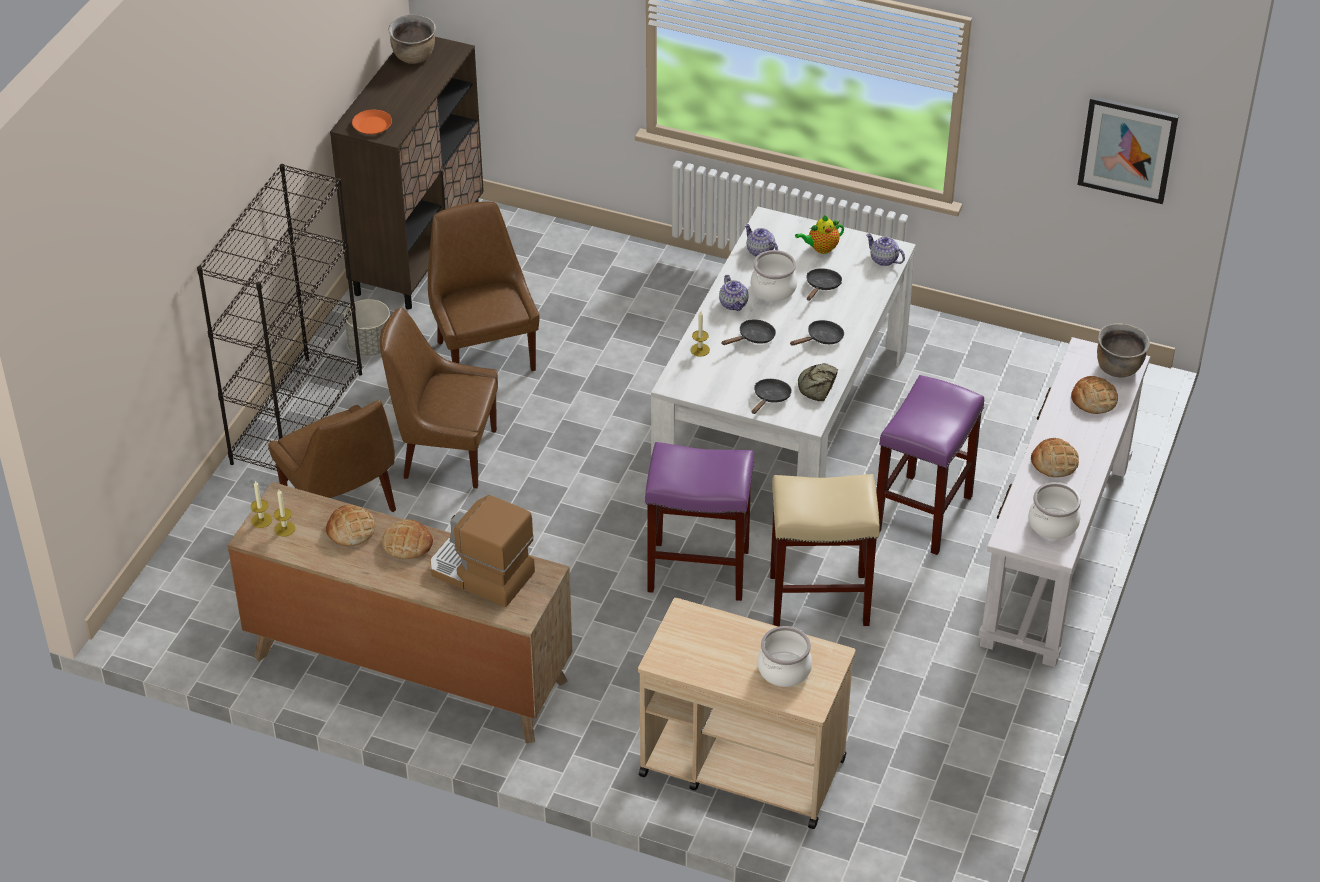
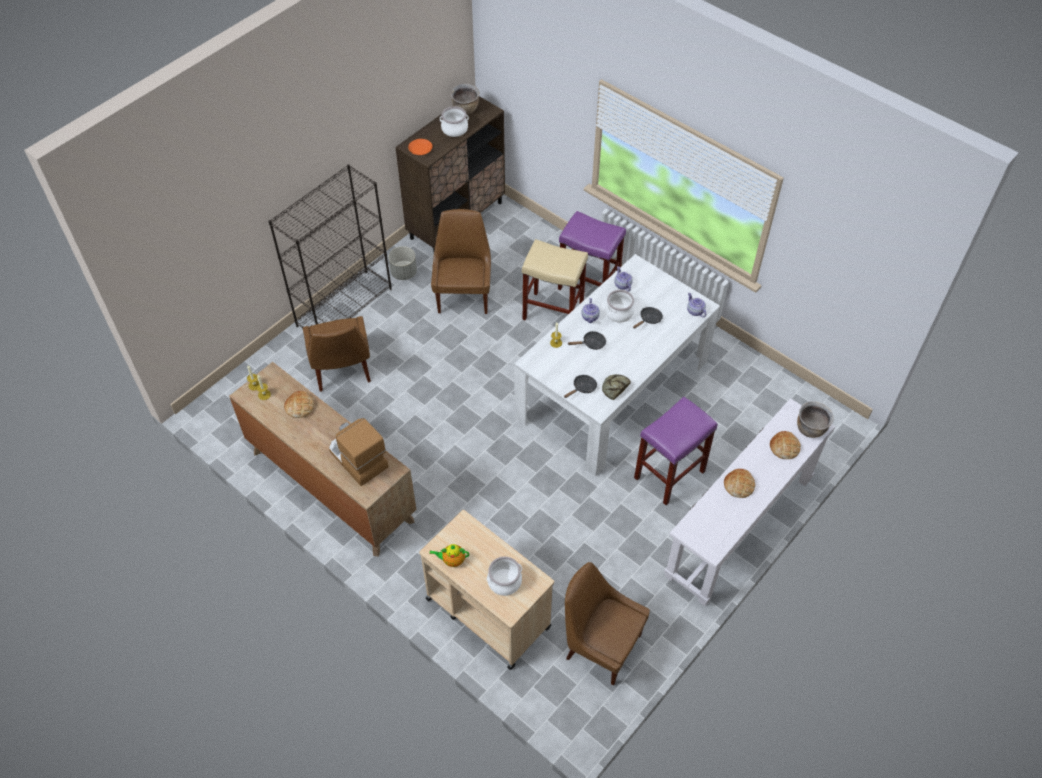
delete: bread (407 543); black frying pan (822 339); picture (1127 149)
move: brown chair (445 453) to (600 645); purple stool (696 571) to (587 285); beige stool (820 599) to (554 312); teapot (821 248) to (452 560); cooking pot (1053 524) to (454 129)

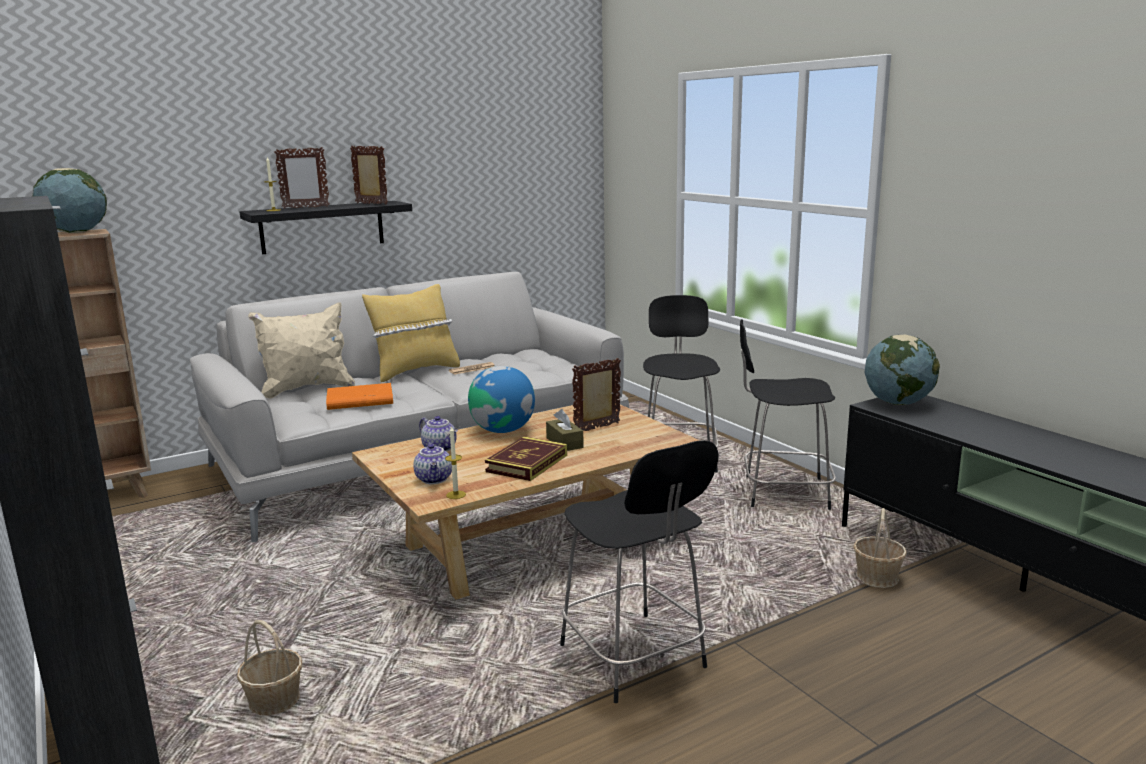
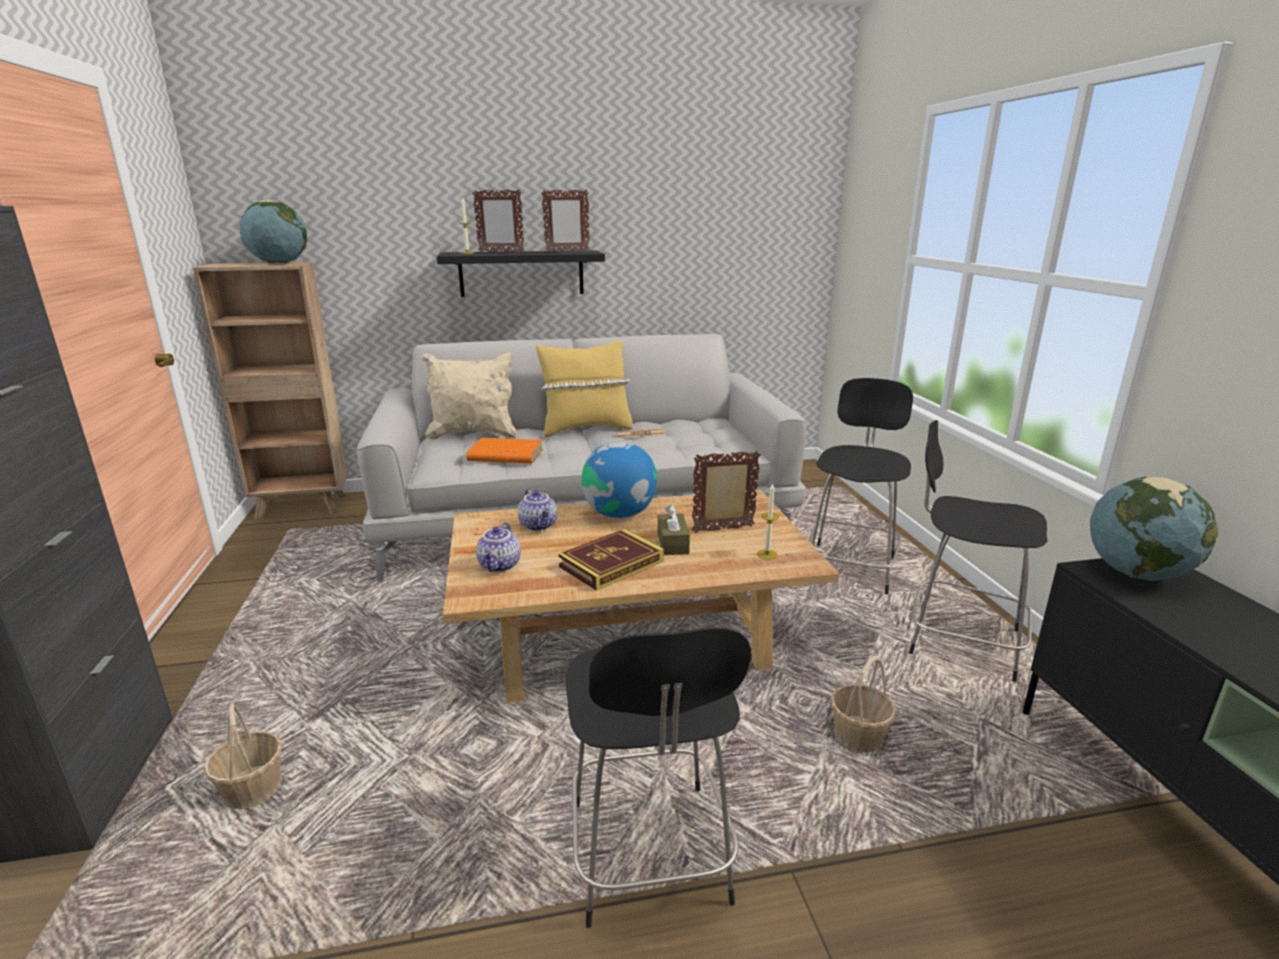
move: candle (456 495) to (767 554); basket (876 577) to (857 736)
rotate: picture frame (371 204) = (567 252) 105 degrees clockwise

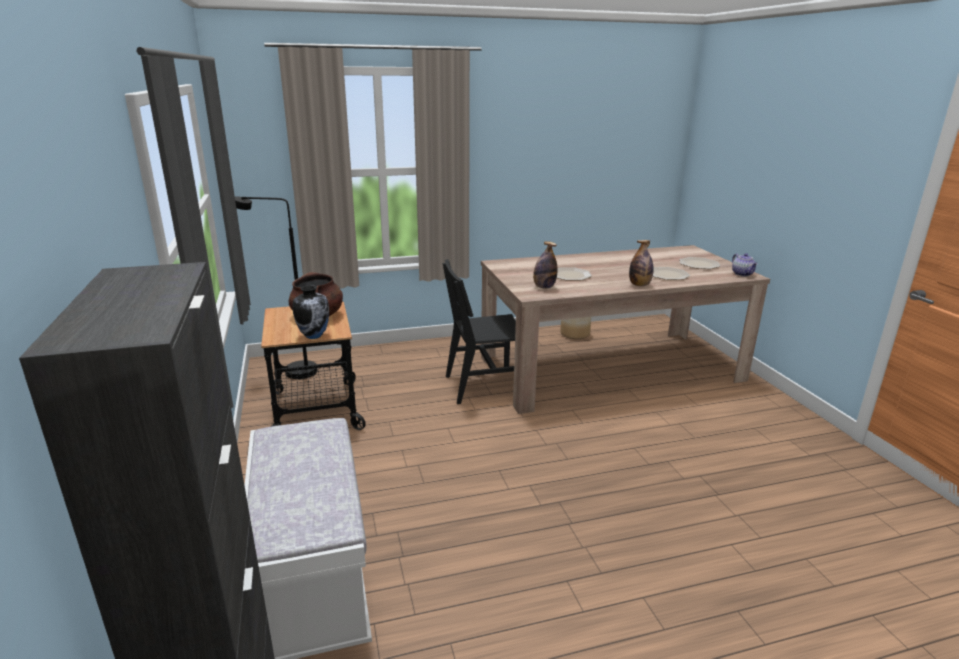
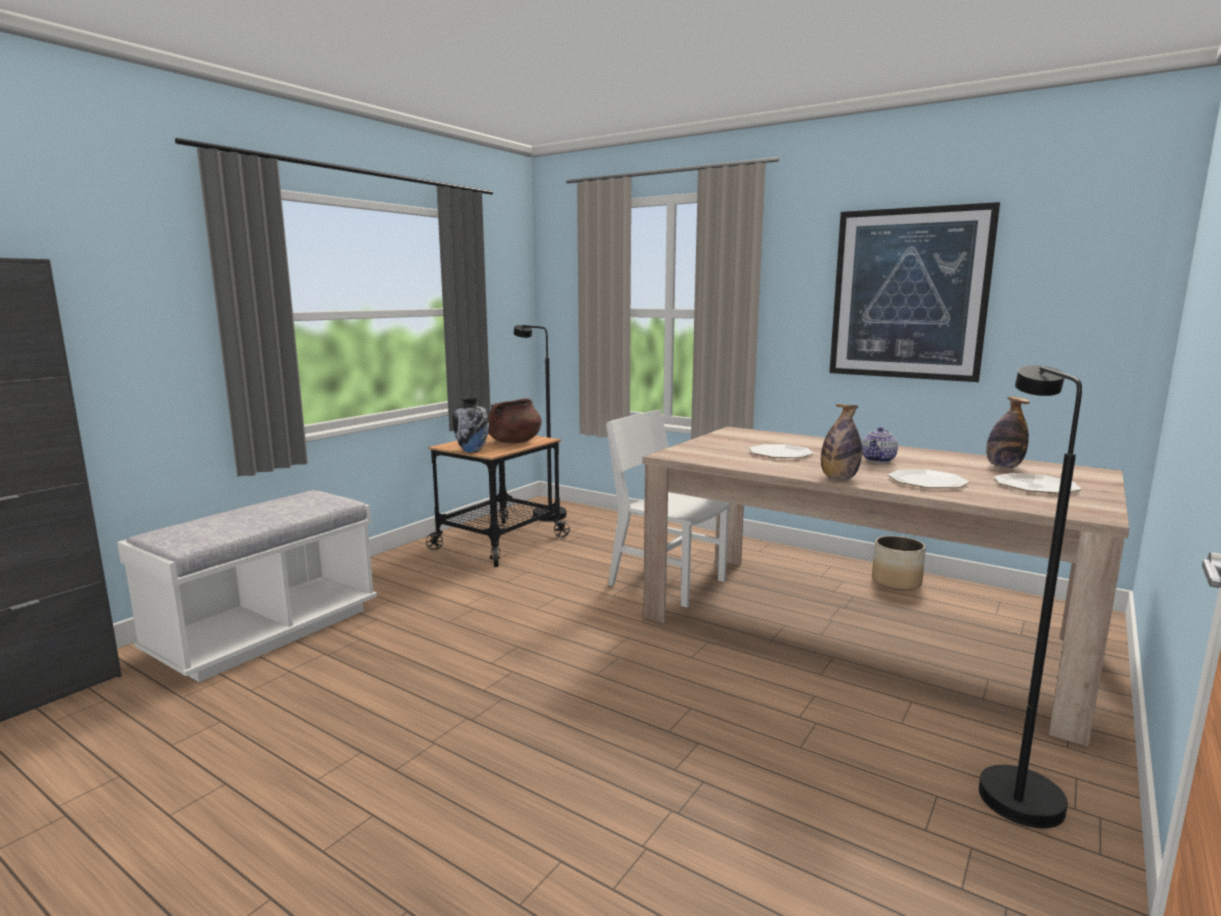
insert: picture (908 294); black floor lamp (1010 785)
move: bottle (544 287) to (1003 466); teapot (743 274) to (879 460)
recolor: black chair (483 386) to white chair (667 582)

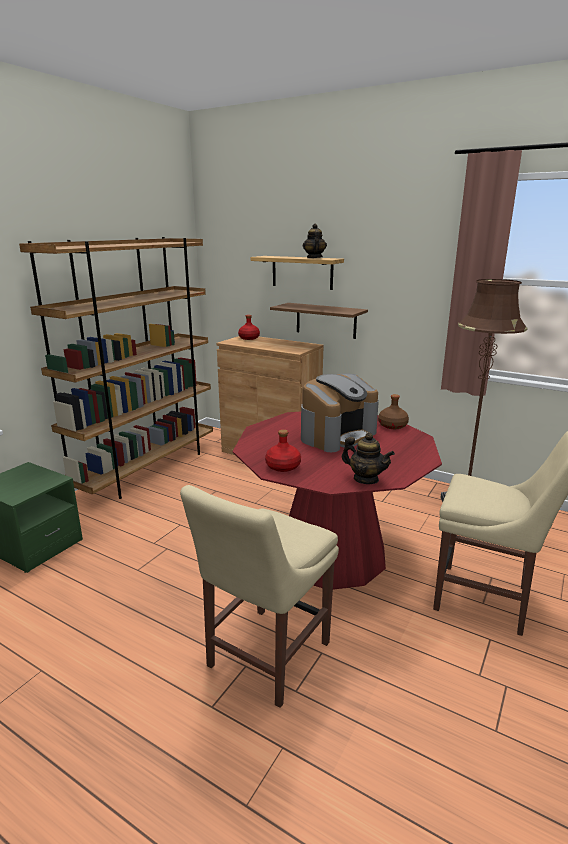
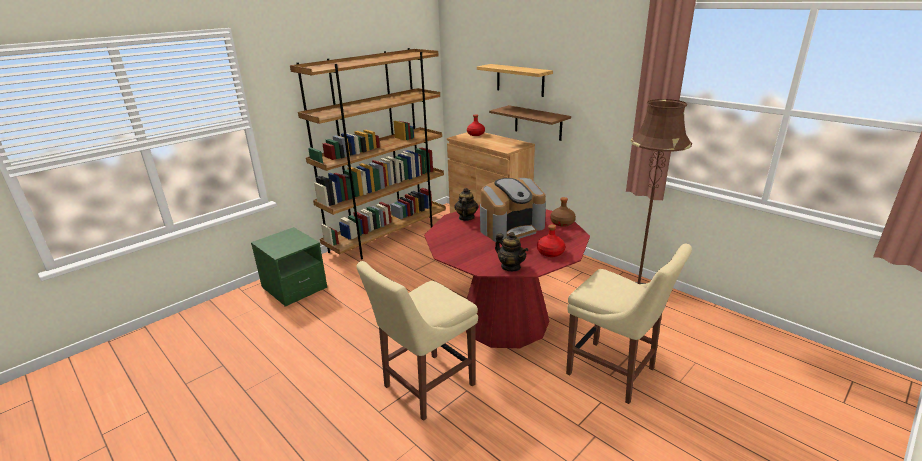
move: red bottle (283 466) to (550 252); teapot (314 258) to (466 218)

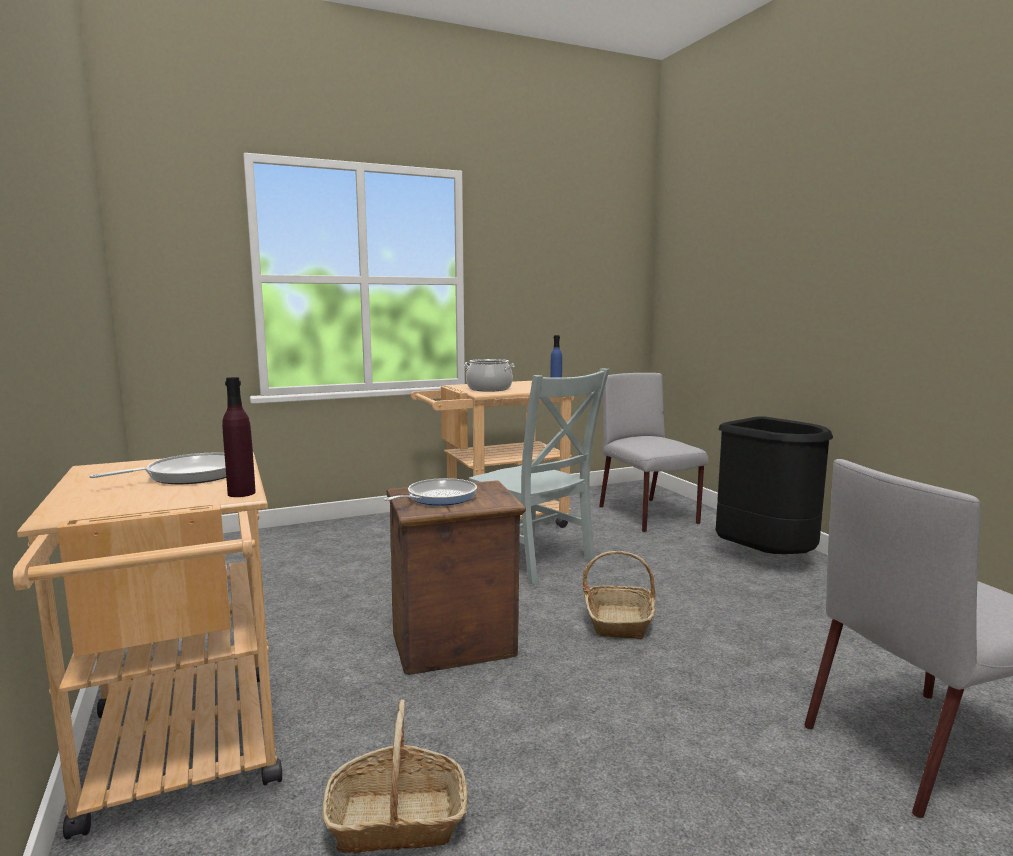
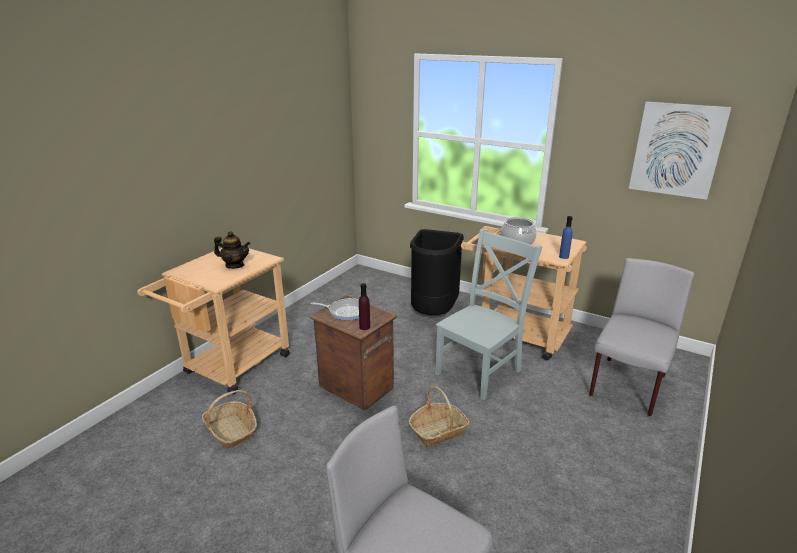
insert: picture (676 150)
move: purple bottle (241 493) to (364 327); black trash can (766 558) to (434 313)
replace: frying pan (189 475) to teapot (235 265)
rotate: grey chair (535 560) = (480 370) 150 degrees counterclockwise

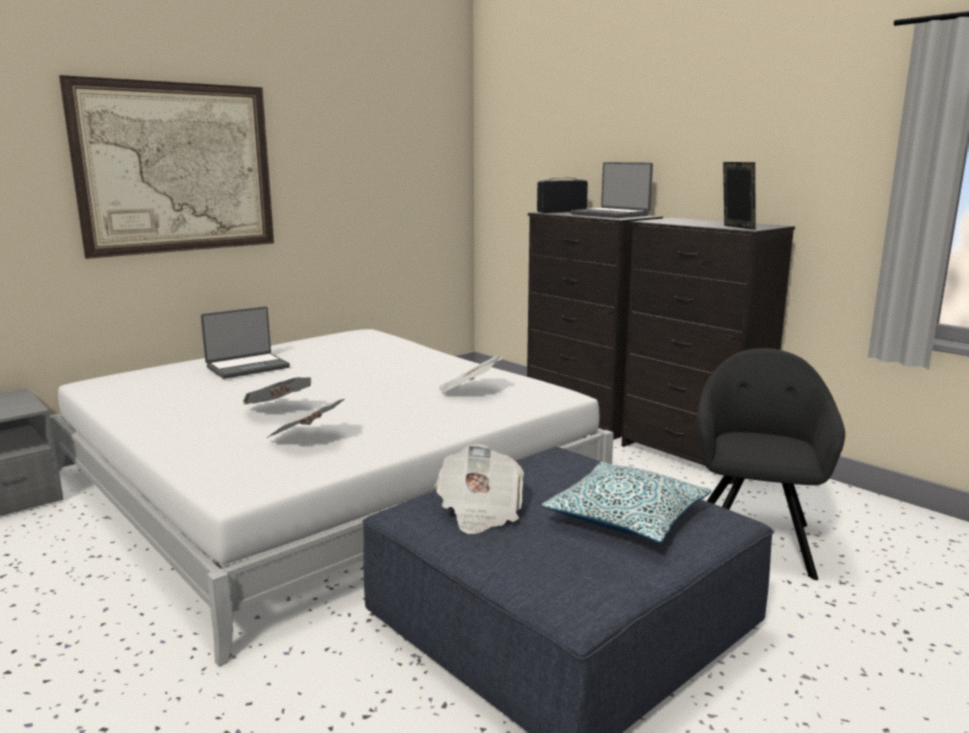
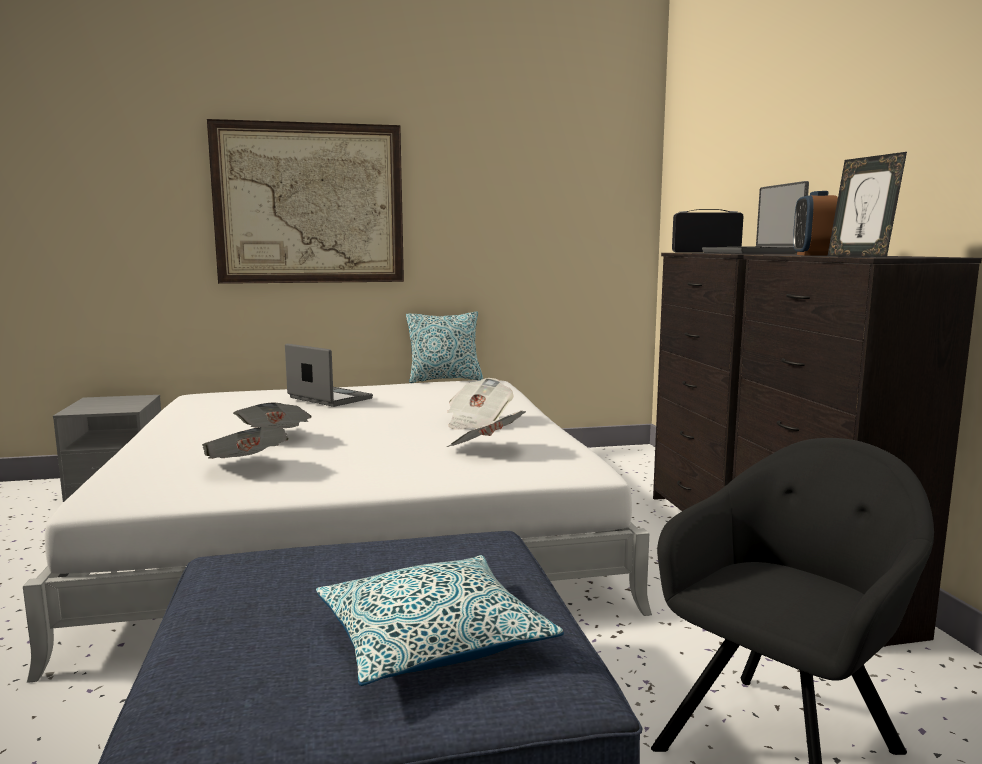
insert: pillow (445 379); alarm clock (811 255)
move: newspaper (479 511) to (477 422)
rotate: laptop (247 367) = (328 398) 135 degrees counterclockwise; picture frame (736 227) = (860 256) 150 degrees clockwise

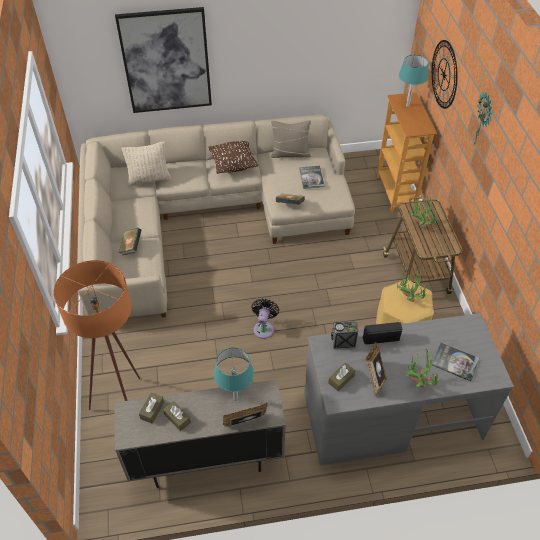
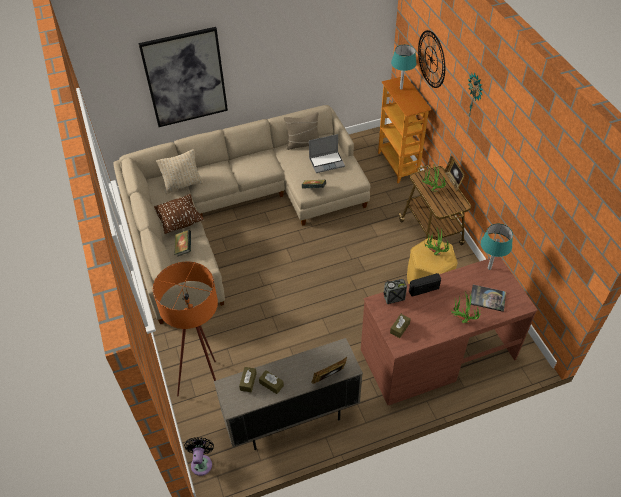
move: brown pillow (233 165) to (179 221); turquoise table lamp (235 398) to (489 268); black fan (264 328) to (202 462); picture frame (374 377) to (453 181)
replace: book (311 177) to laptop (327 162)
recolor: grey desk (391 415) to brown desk (437 354)

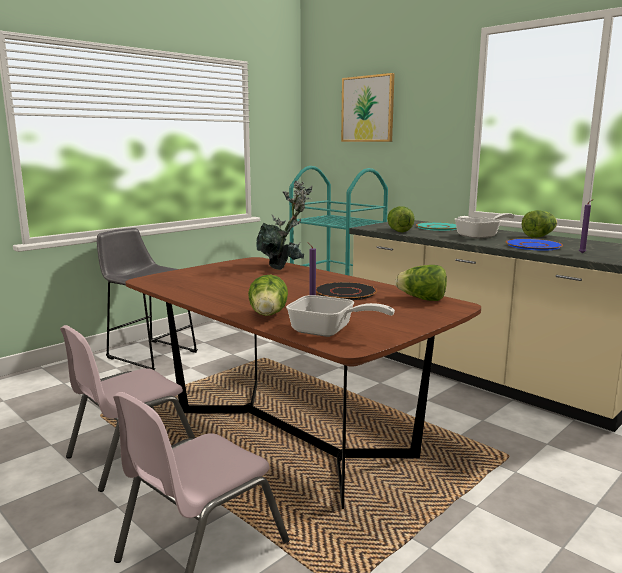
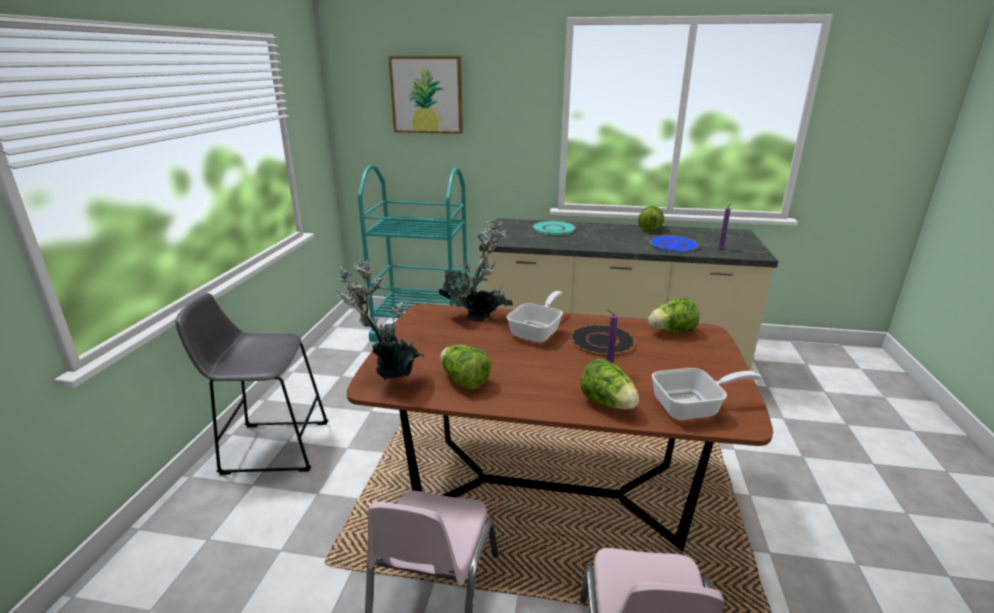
insert: potted plant (390 377)
move: lettuce (398 231) to (464 381); frying pan (481 236) to (538 331)

